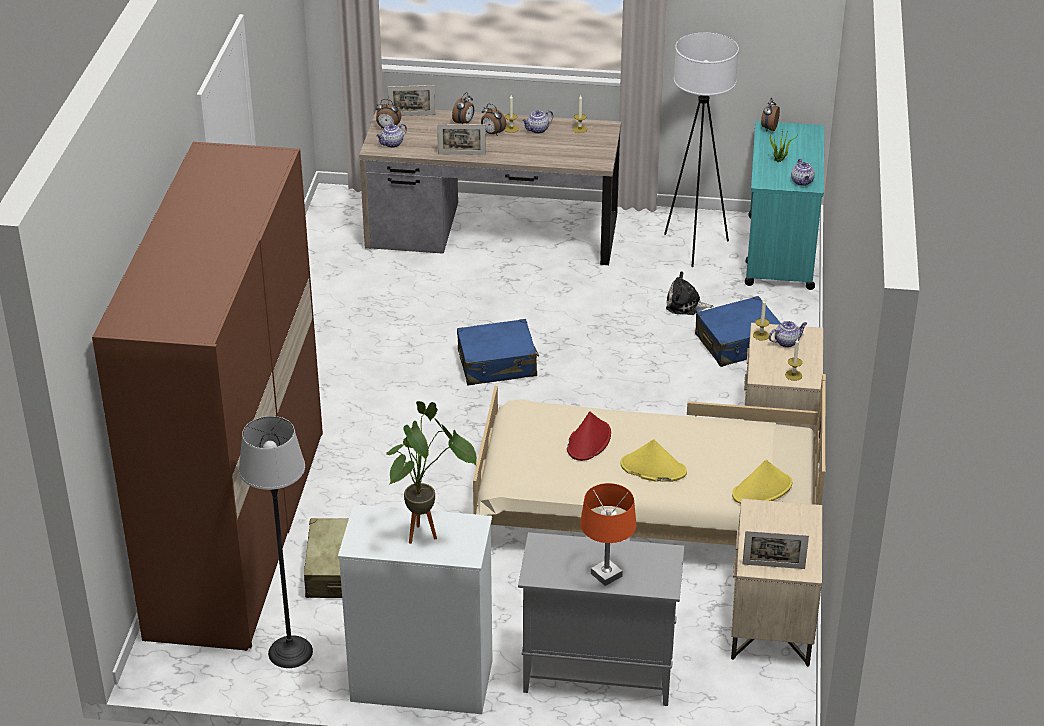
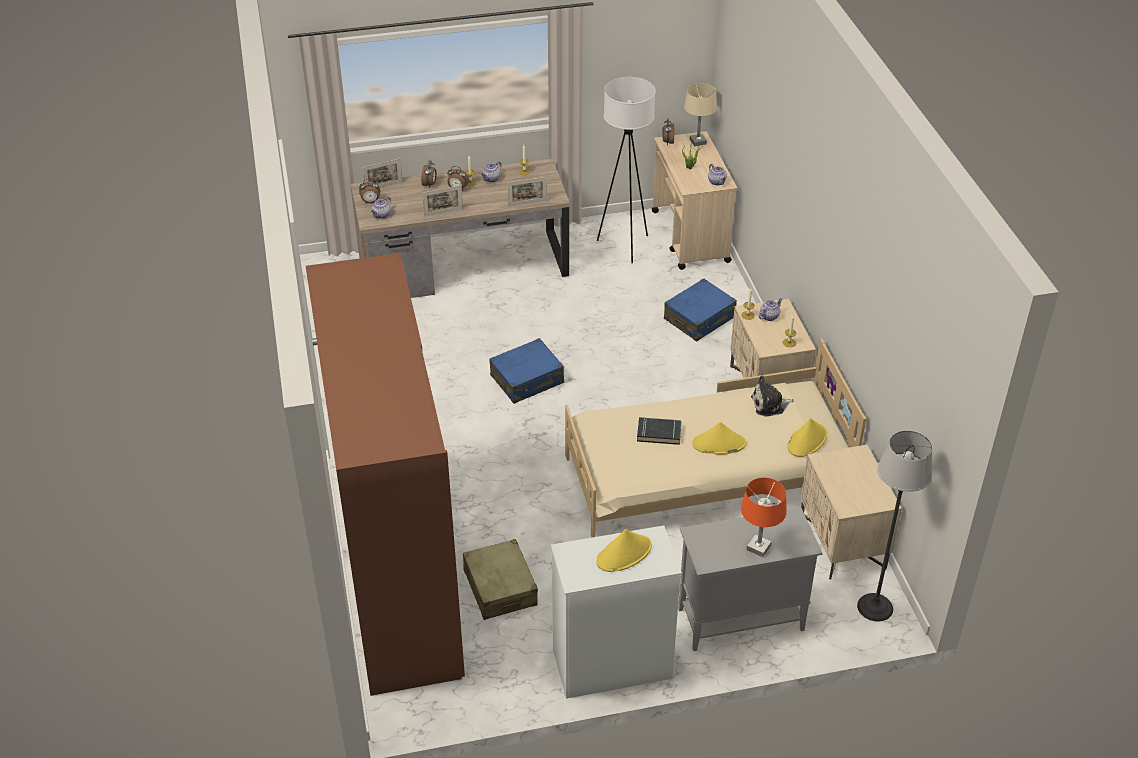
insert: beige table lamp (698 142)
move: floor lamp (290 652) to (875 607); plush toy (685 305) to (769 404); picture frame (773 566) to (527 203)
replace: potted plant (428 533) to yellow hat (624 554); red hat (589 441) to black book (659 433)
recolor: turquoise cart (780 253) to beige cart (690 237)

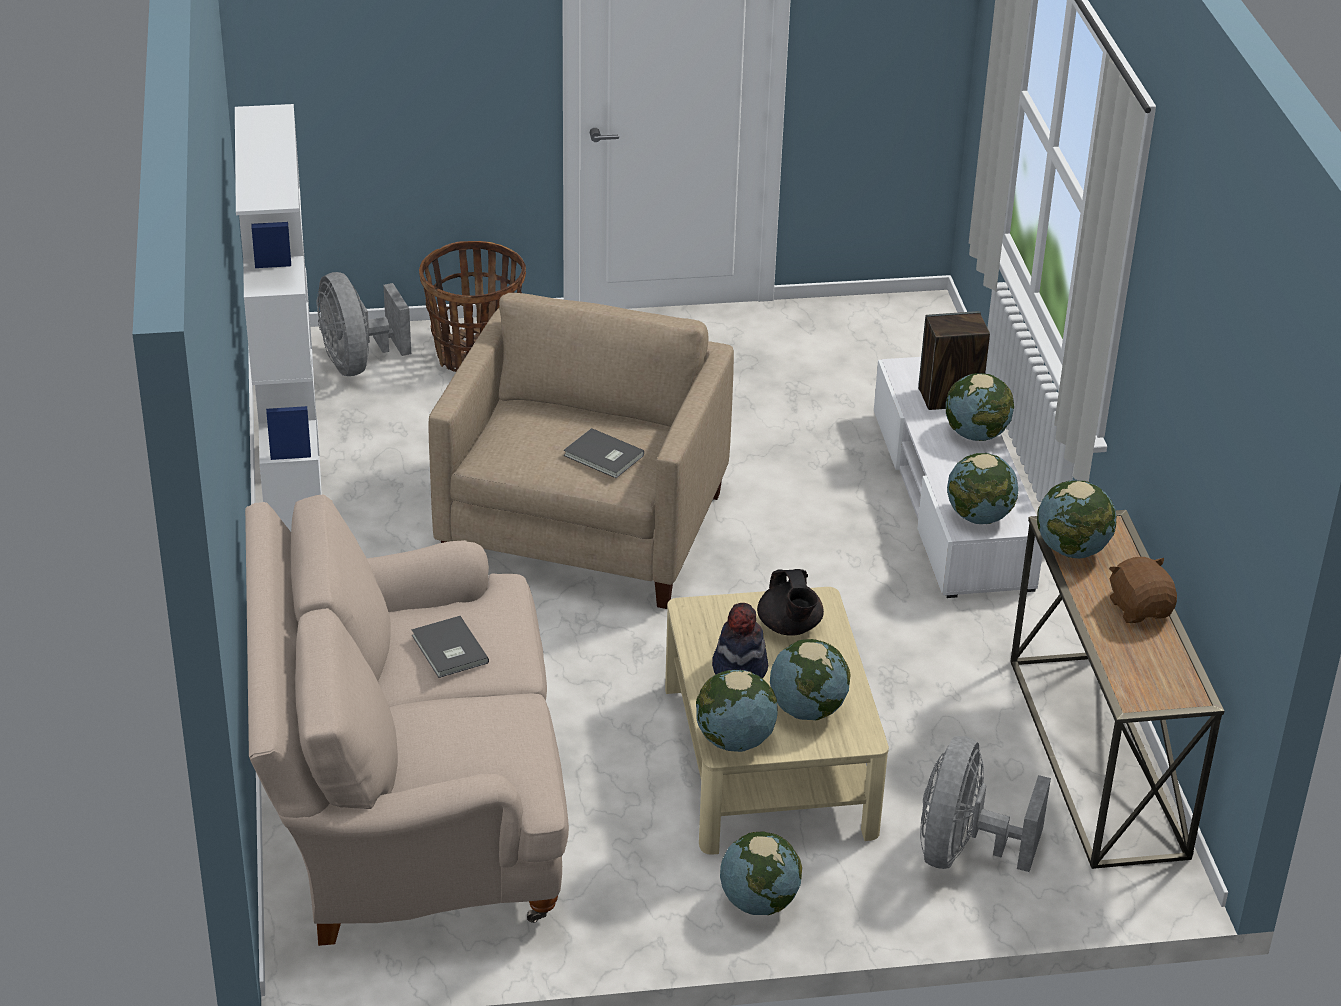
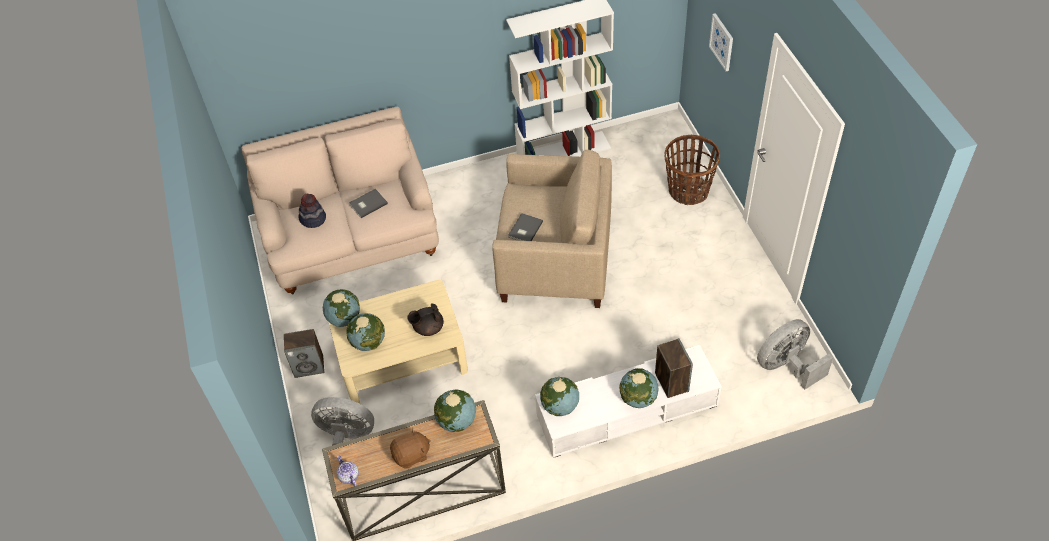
insert: teapot (348 476); picture (722 42)
move: grey fan (357 363) to (786 366); hat (739 669) to (313 219)
replace: globe (758 902) to speaker (309 366)

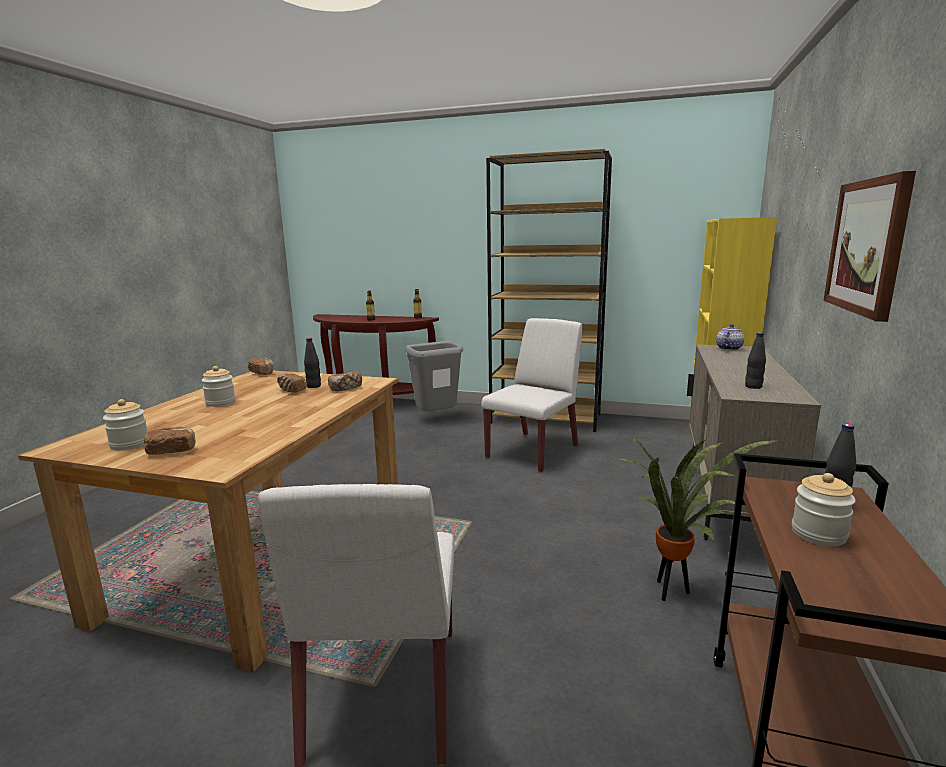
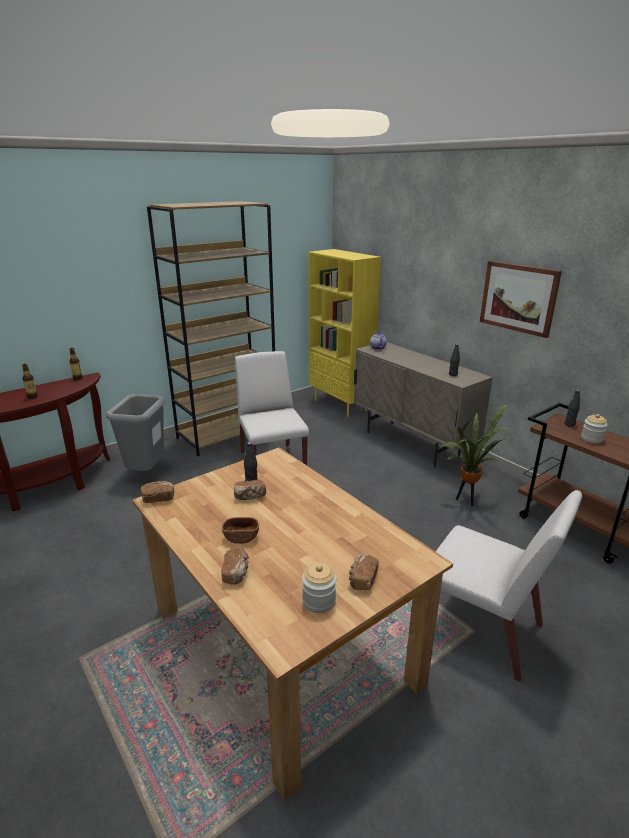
move: bread (346 388) to (236 573)
replace: jar (220 403) to brown bowl (241 537)

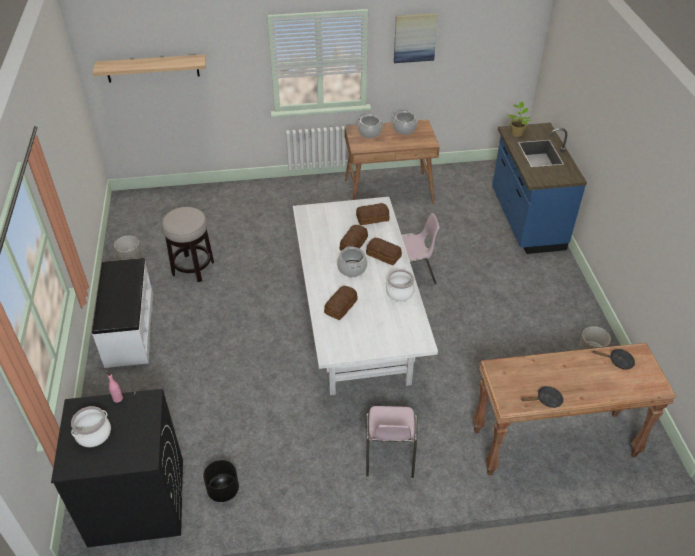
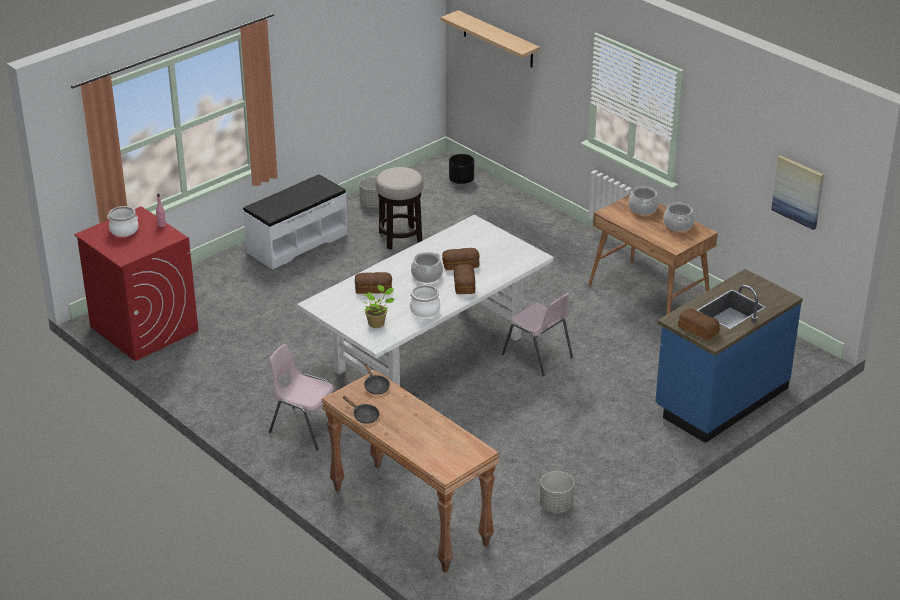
move: black planter (223 490) to (461 180); bread (371 218) to (698 329); picture (415 37) to (798 191); potted plant (516 133) to (377 323); black frying pan (618 361) to (375 386)
recolor: black washing machine (136 502) to red washing machine (143 328)
rotate: pink chair (389 453) = (305 427) 60 degrees clockwise

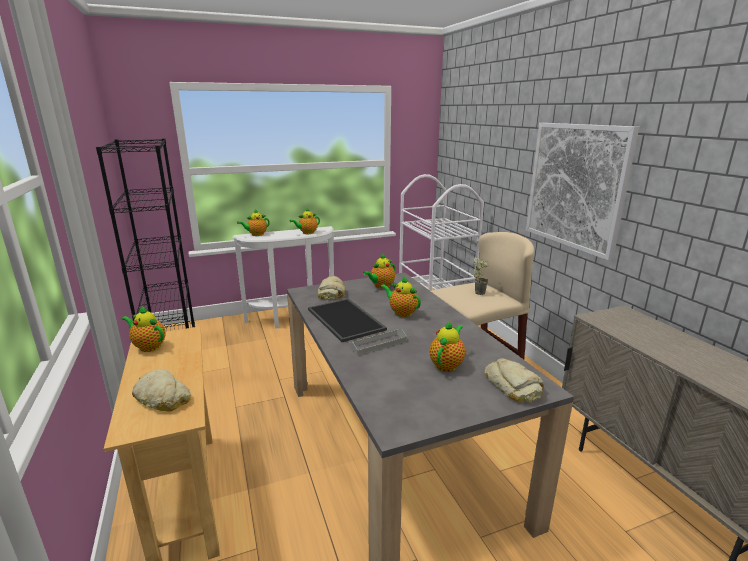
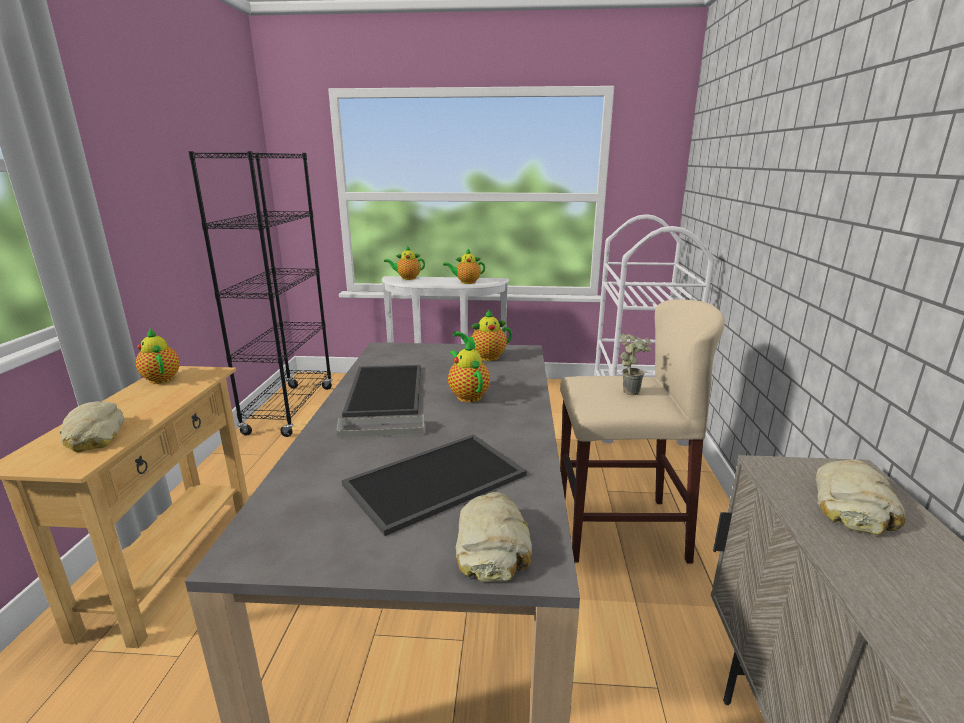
delete: picture (575 186)
move: bread (331 293) to (852 505)
replace: teapot (447 364) to tray (435 482)

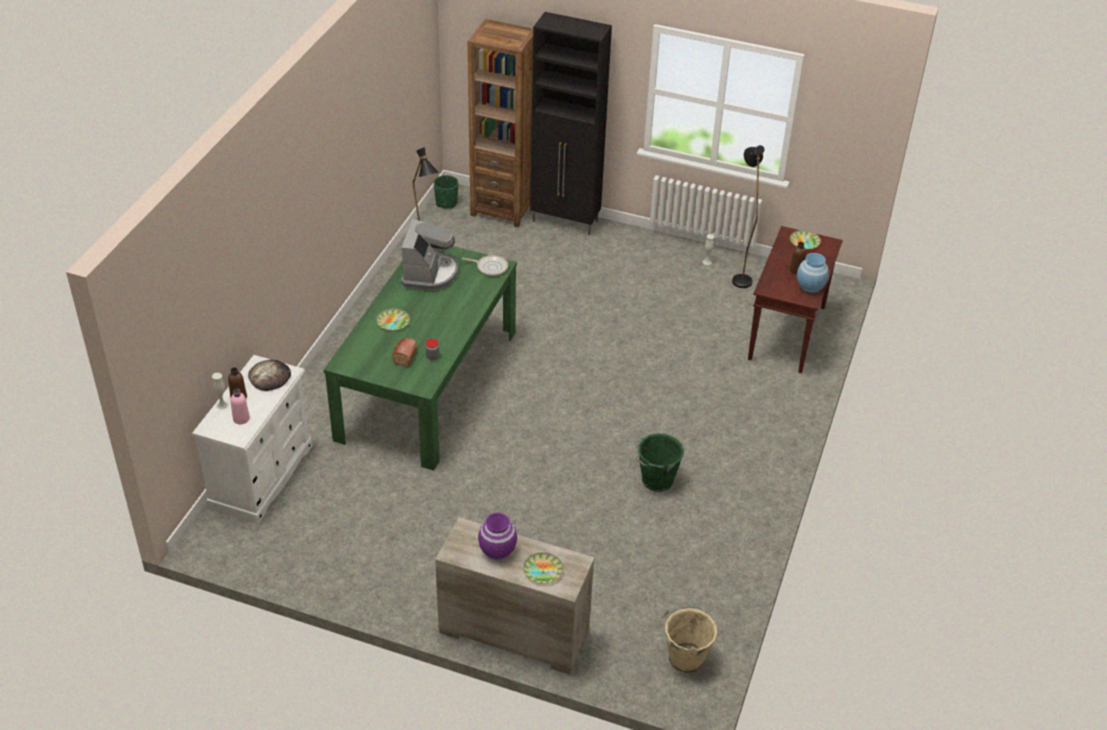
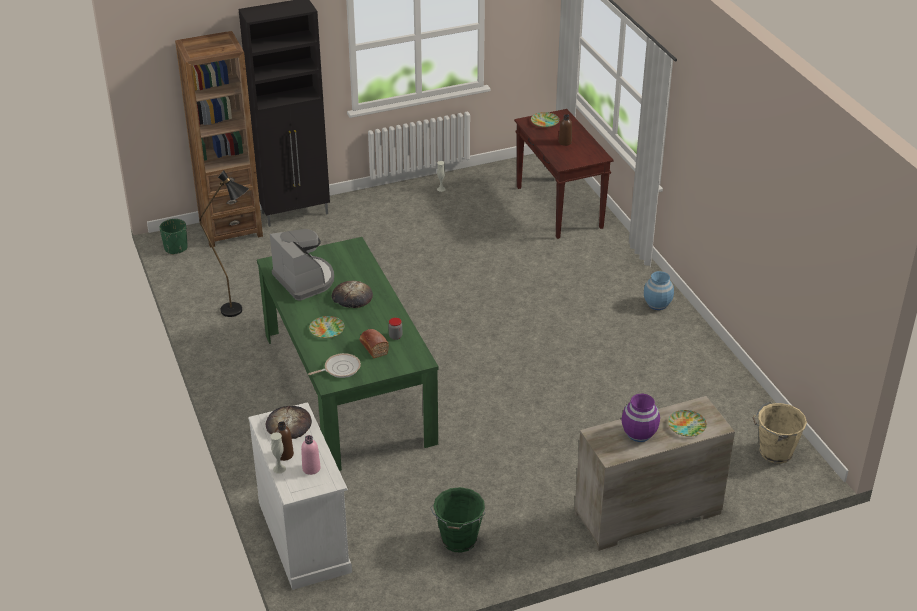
delete: black floor lamp (740 277)
insert: bread (352 297)
move: frying pan (490 267) to (340 368); green bucket (656 480) to (458 541); blue vase (810 287) to (657 304)

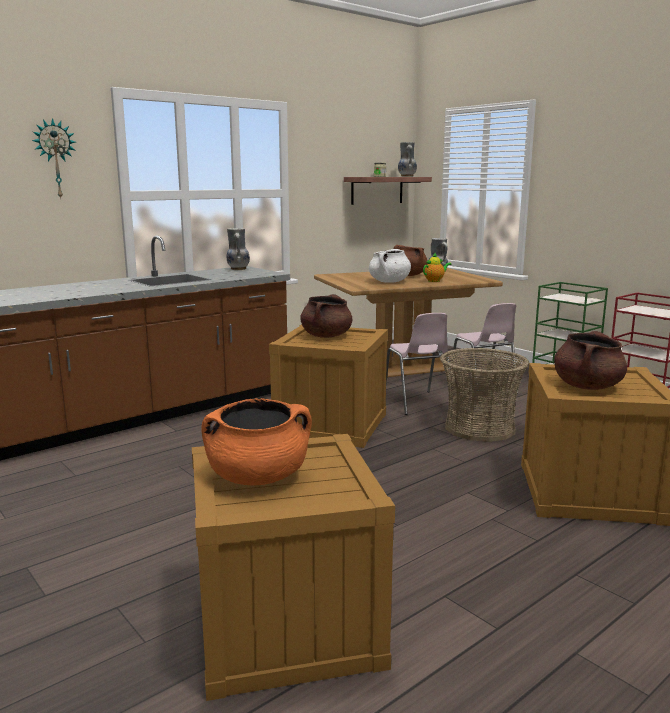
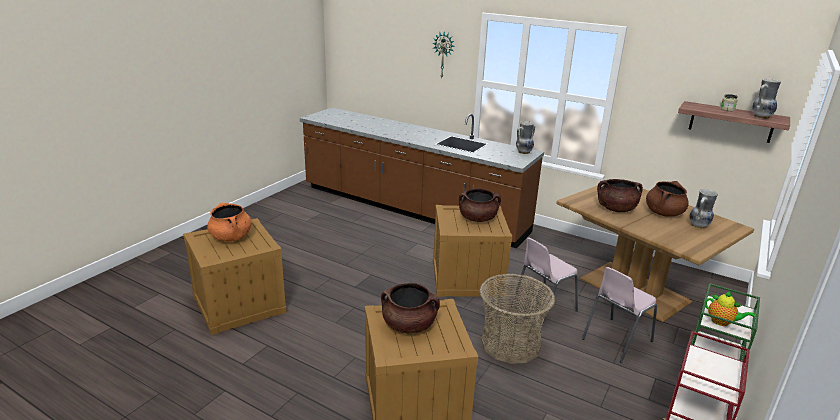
move: teapot (435 281) to (722 322)
recolor: white cooking pot (389 282) to brown cooking pot (616 209)

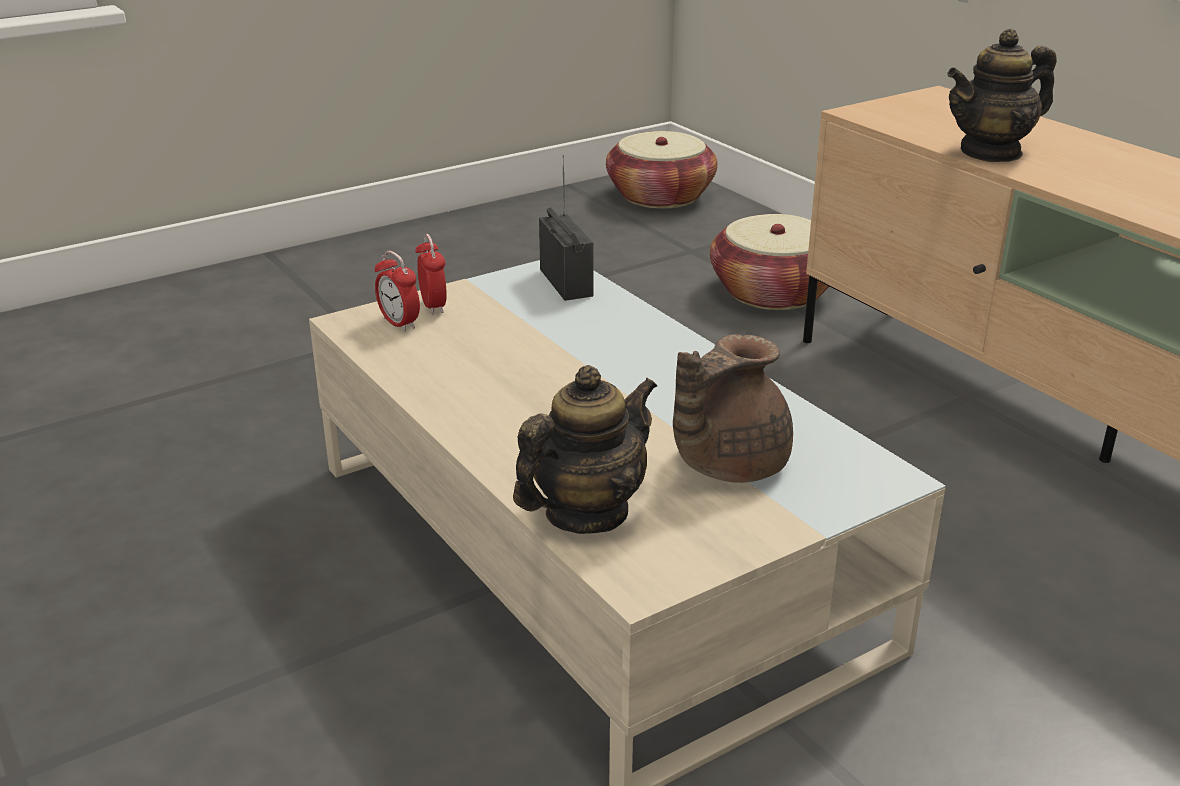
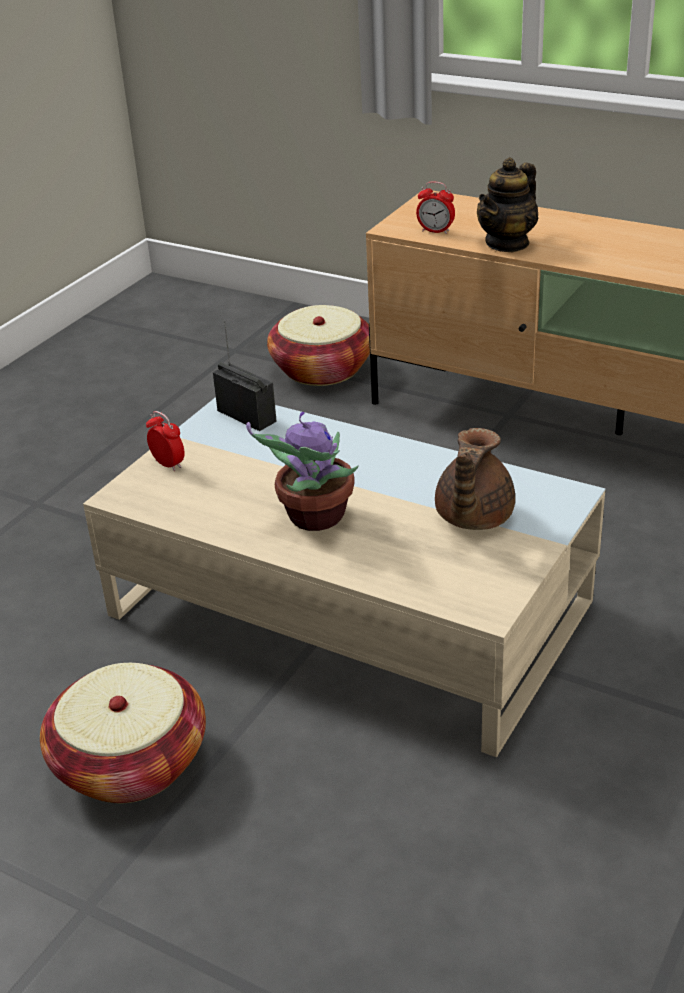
delete: teapot (586 513)
insert: potted plant (314 518)
move: alarm clock (399 323) to (435 231); basket (660 196) to (131 763)

